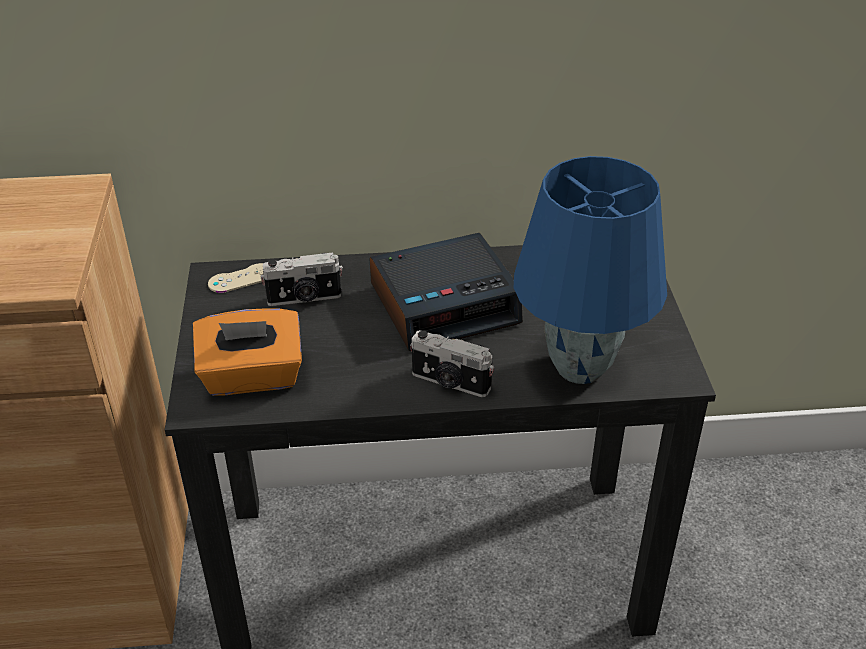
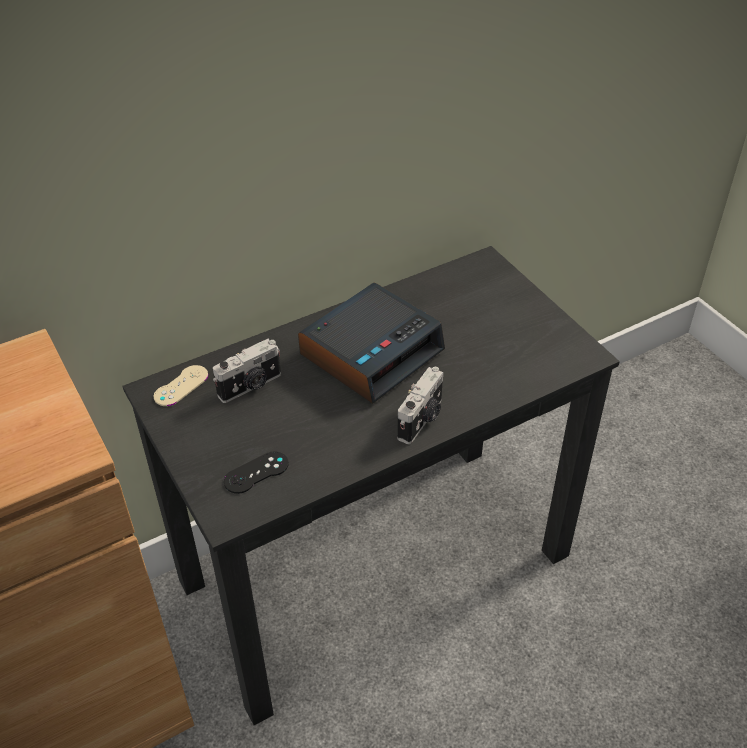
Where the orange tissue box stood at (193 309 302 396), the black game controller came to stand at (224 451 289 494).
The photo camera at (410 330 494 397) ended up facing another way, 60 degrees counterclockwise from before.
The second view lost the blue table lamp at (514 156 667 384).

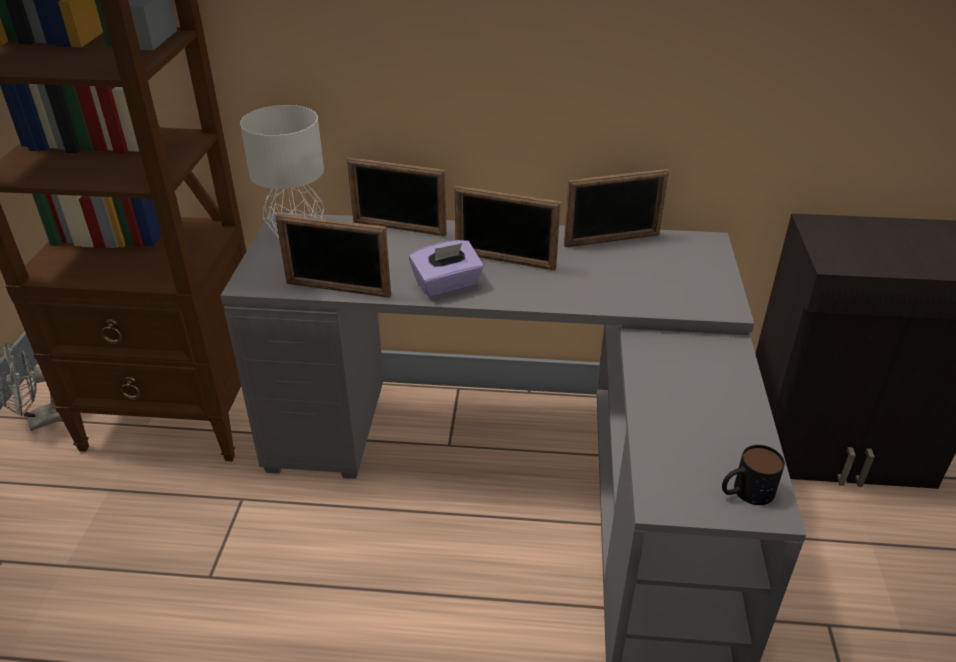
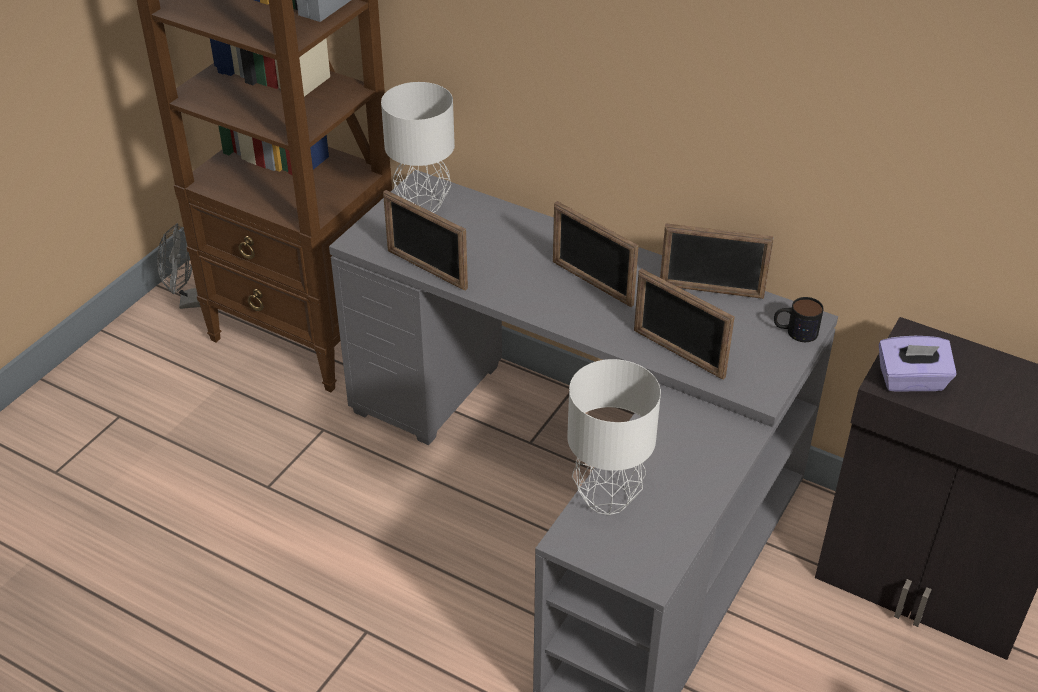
The second view gained the grey table lamp at (567 359 661 515).
The picture frame ended up elsewhere, having gone from (347 157 447 236) to (634 268 735 380).
The mug ended up elsewhere, having gone from (722 445 785 505) to (774 297 824 342).
The purple tissue box ended up elsewhere, having gone from (409 240 484 298) to (879 336 957 392).

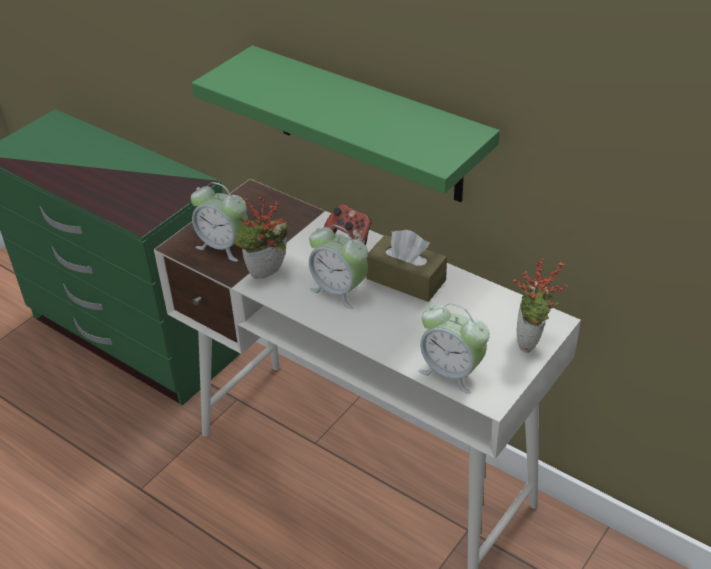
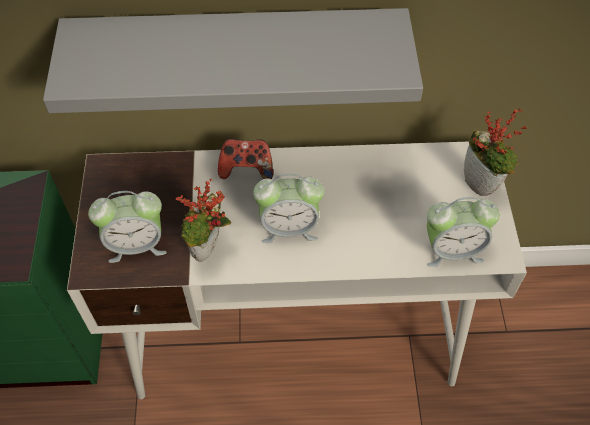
What was the green shelf at (192 45 500 202) turned into the grey shelf at (43 8 423 113).
The second view lost the brown tissue box at (366 230 447 302).

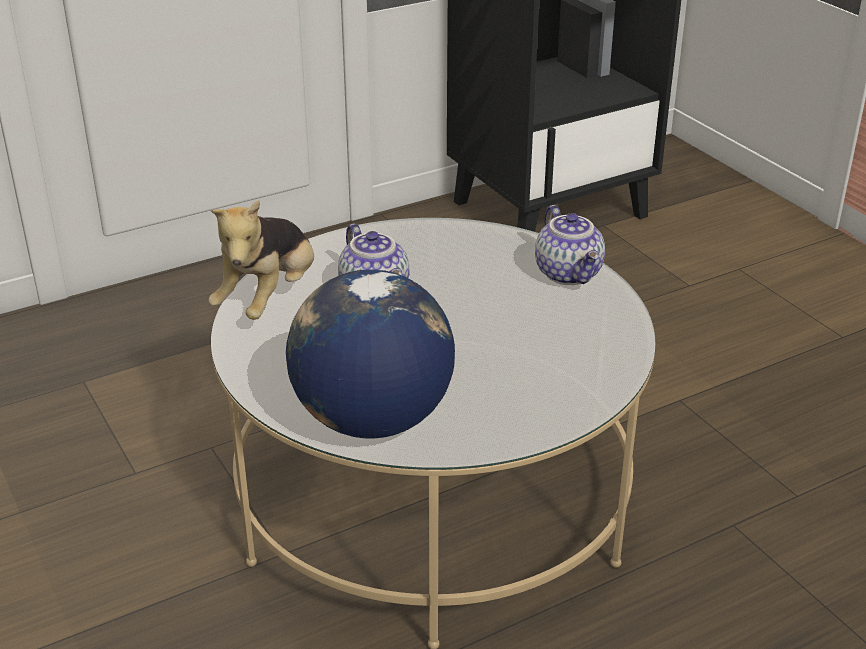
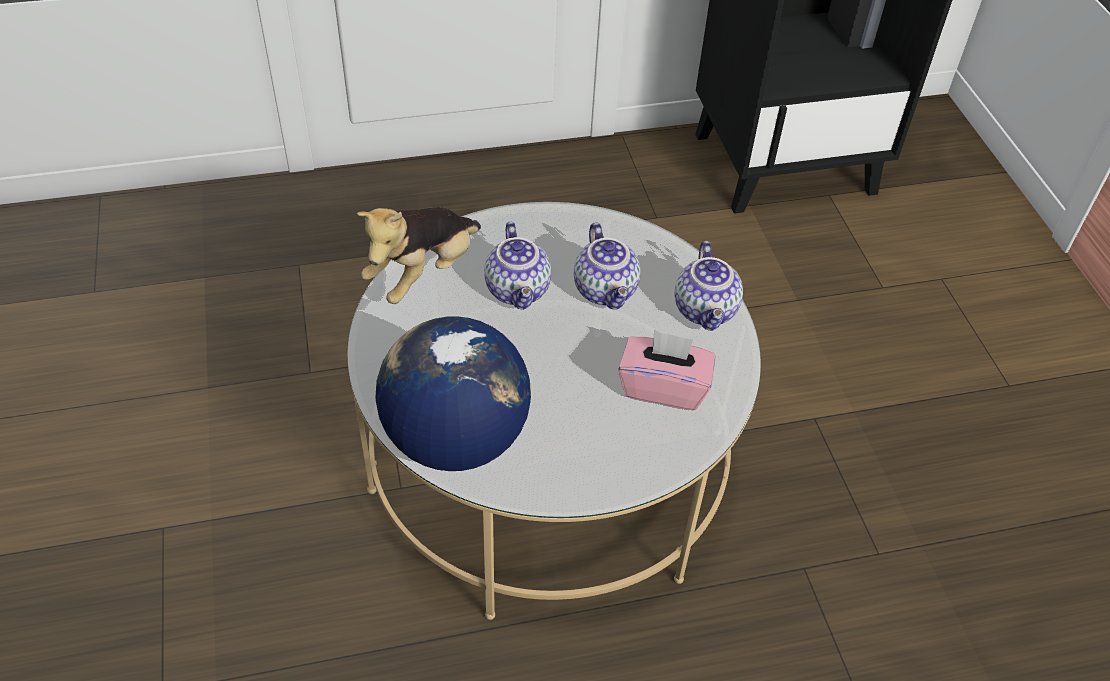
The second view gained the teapot at (574 223 641 310).
The second view gained the pink tissue box at (618 330 716 410).

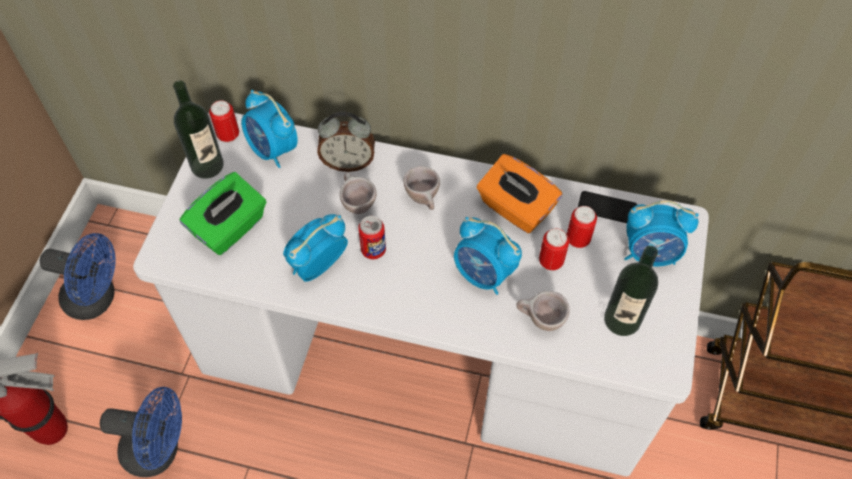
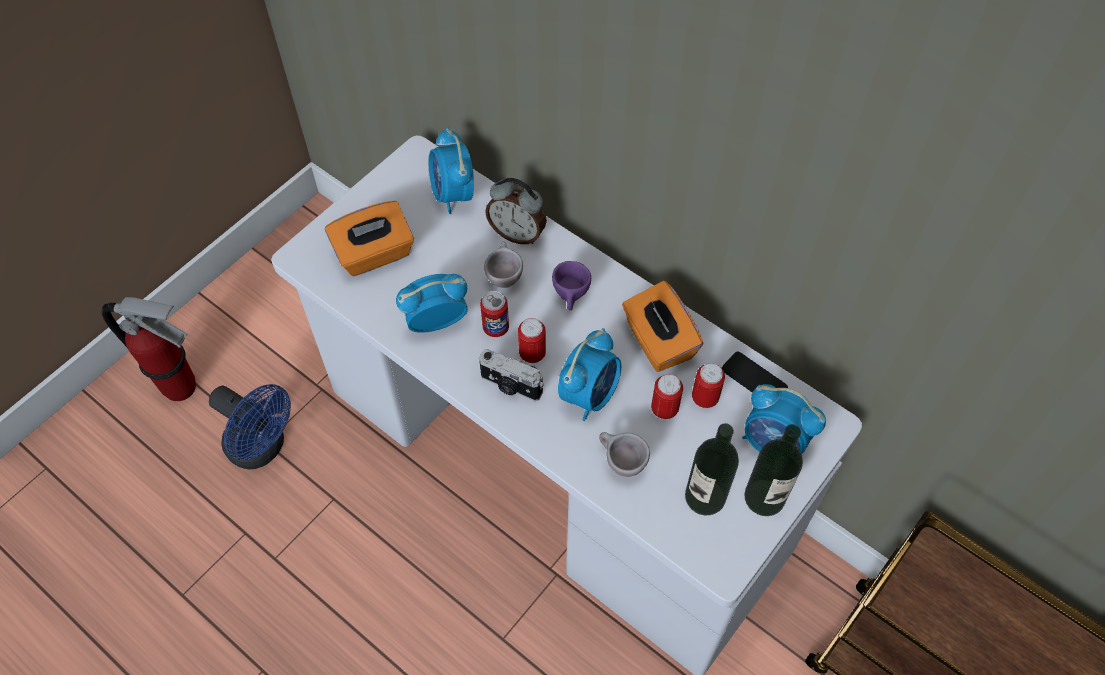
What was the green tissue box at (180 172 266 255) turned into the orange tissue box at (325 201 414 276).
The second view gained the photo camera at (479 349 544 401).
The can ended up elsewhere, having gone from (209 100 239 143) to (518 318 546 363).
What was the beige cup at (403 166 440 210) turned into the purple cup at (552 261 591 310).
The alarm clock at (454 217 522 295) ended up facing another way, 120 degrees counterclockwise from before.
The bottle ended up elsewhere, having gone from (173 80 224 179) to (744 424 803 516).
The second view lost the blue fan at (39 233 116 320).

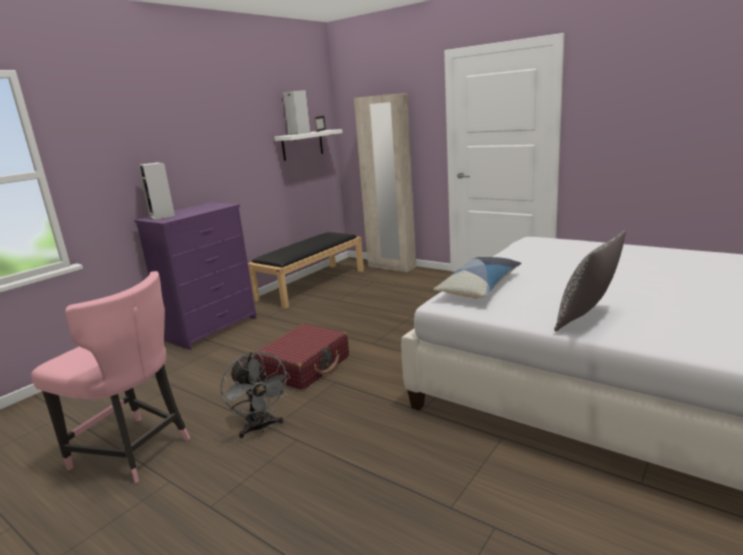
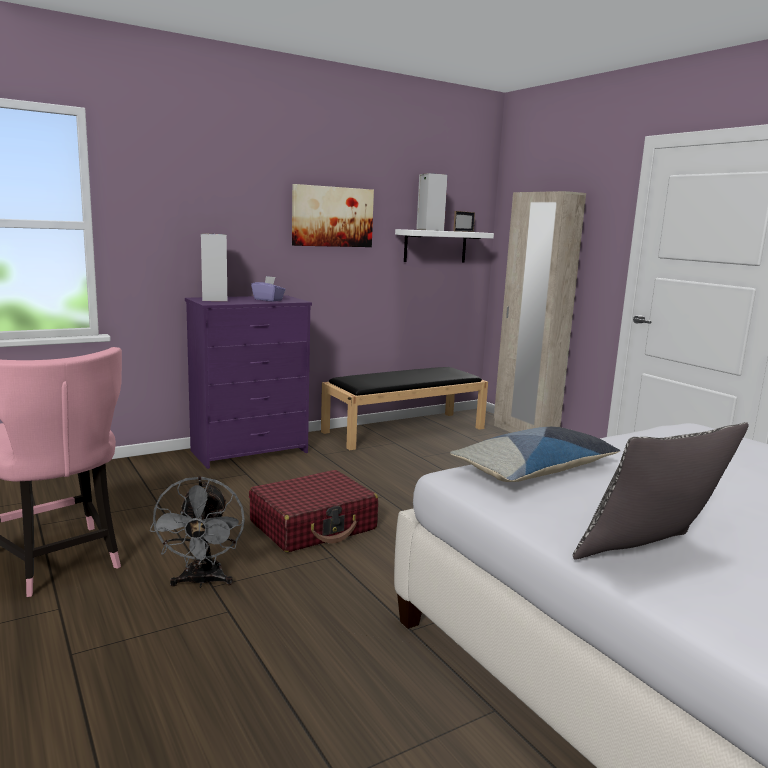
The second view gained the purple tissue box at (251 276 286 301).
The second view gained the picture at (292 184 374 247).

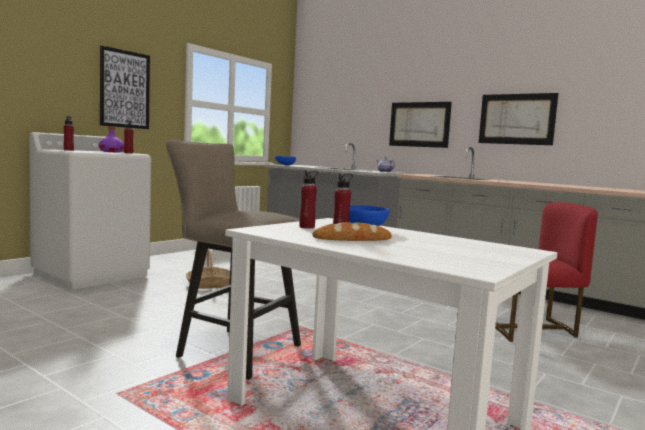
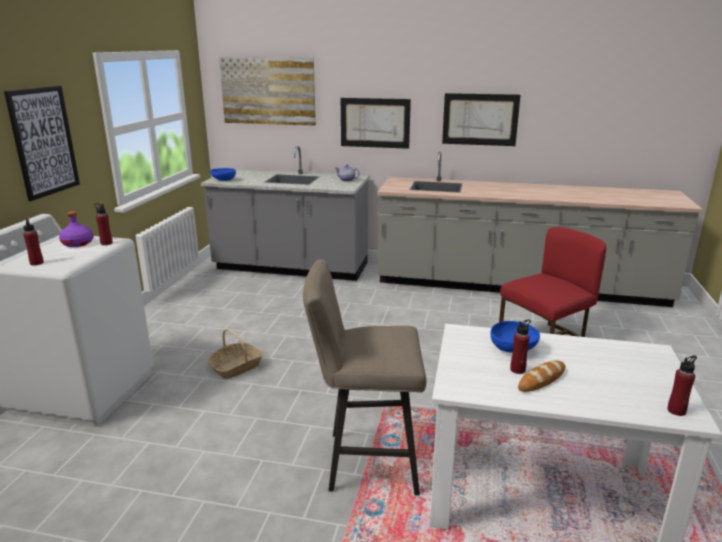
The second view gained the picture at (219 57 316 126).
The red bottle ended up elsewhere, having gone from (299 170 318 229) to (667 355 697 416).

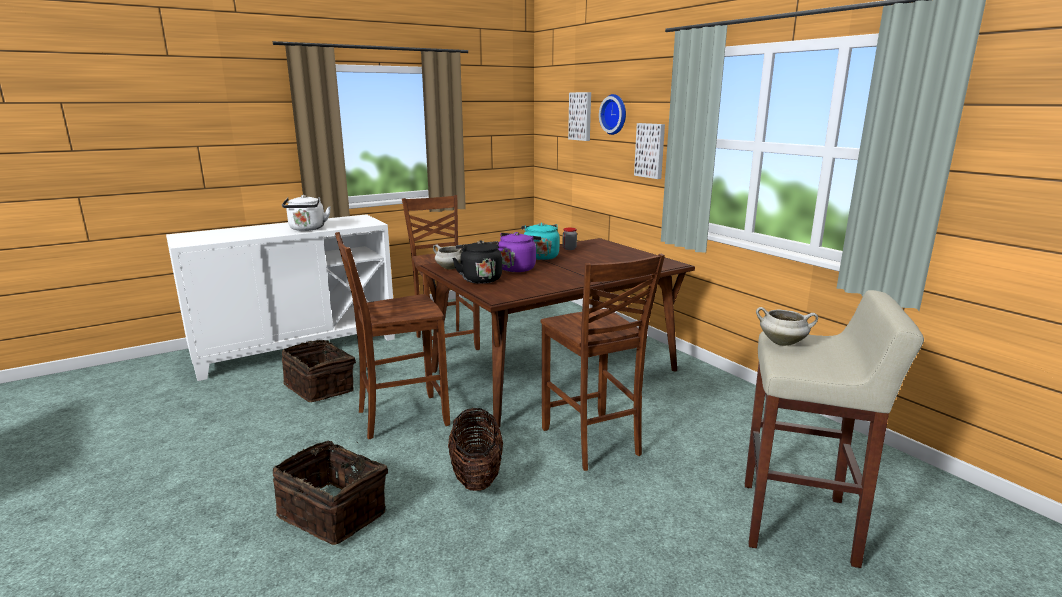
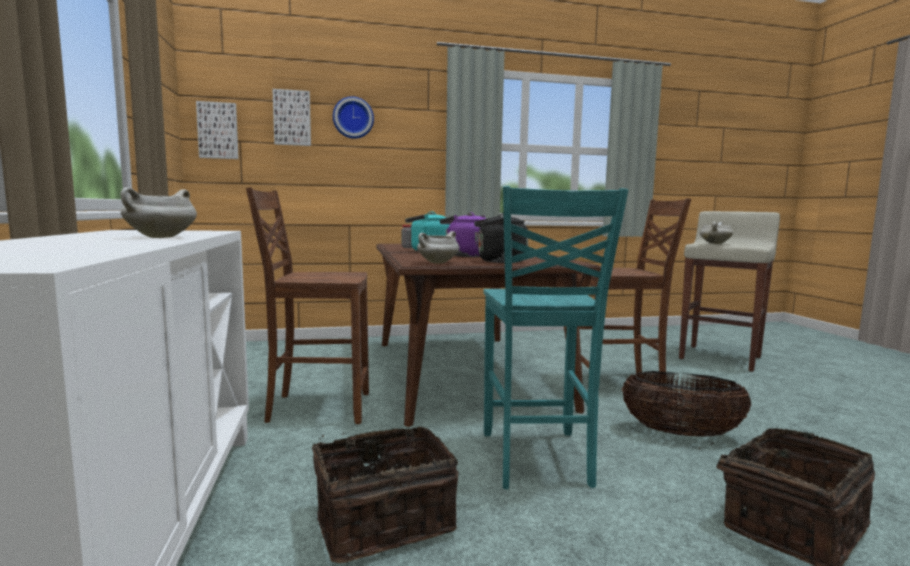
Where the white kettle stood at (282 195 331 231), the white cooking pot came to stand at (120 187 197 238).
The picture ended up elsewhere, having gone from (634 123 665 179) to (196 101 239 159).
What was the brown chair at (335 232 450 439) turned into the turquoise chair at (483 186 628 489).

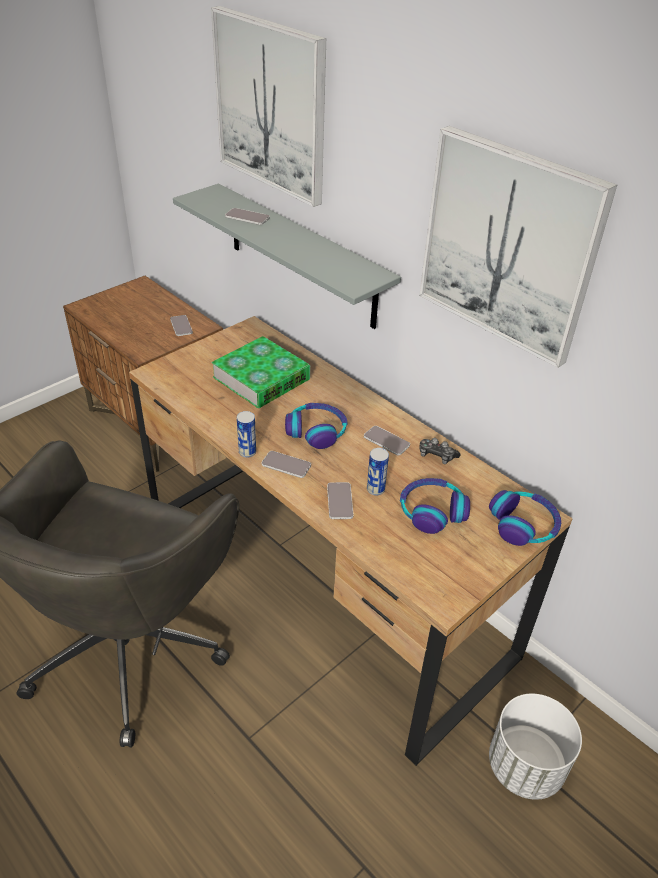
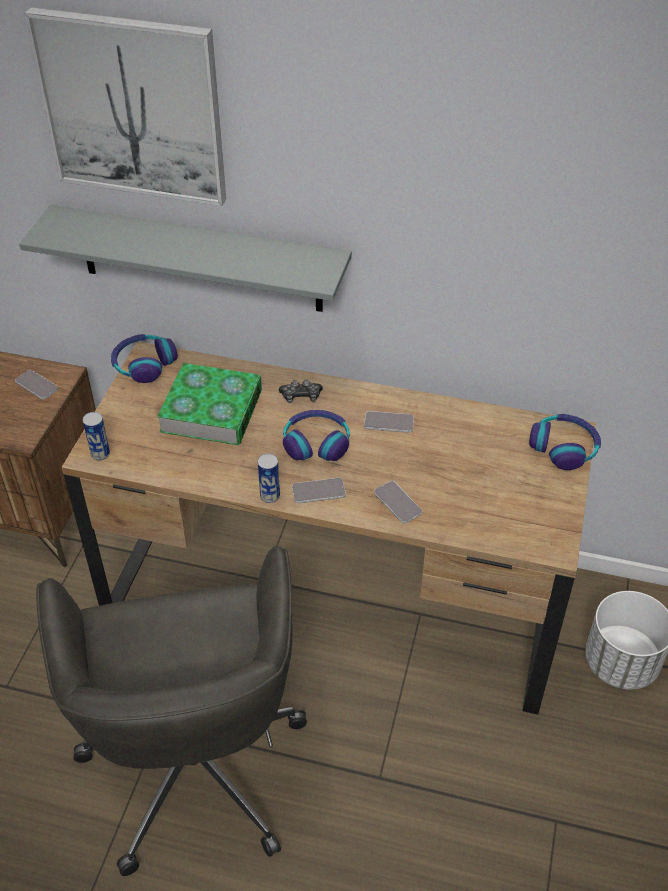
The can ended up elsewhere, having gone from (367 448 389 495) to (83 412 110 460).
The headphones ended up elsewhere, having gone from (400 478 470 534) to (111 334 178 383).
The game controller ended up elsewhere, having gone from (419 438 460 464) to (279 379 323 403).
The second view lost the phone at (225 208 270 225).
The second view lost the picture at (419 126 617 368).

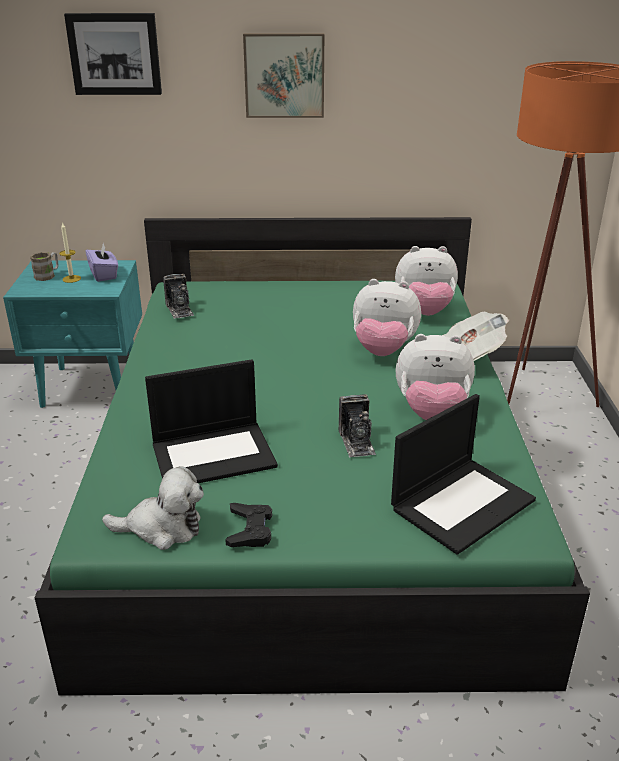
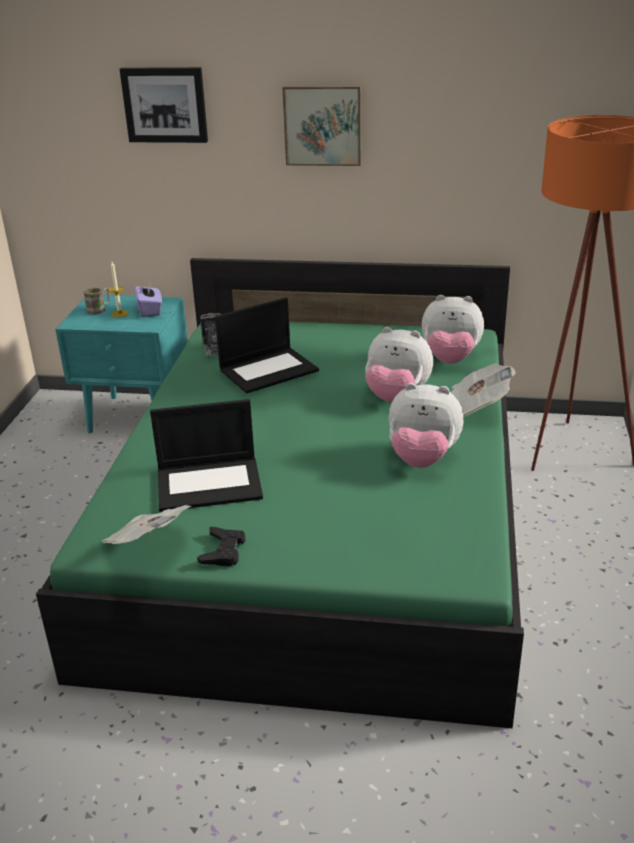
Where the plush toy stood at (102 466 204 550), the newspaper came to stand at (102 505 191 544).
The laptop ended up elsewhere, having gone from (391 394 536 555) to (215 297 319 393).
The second view lost the photo camera at (339 394 376 458).

